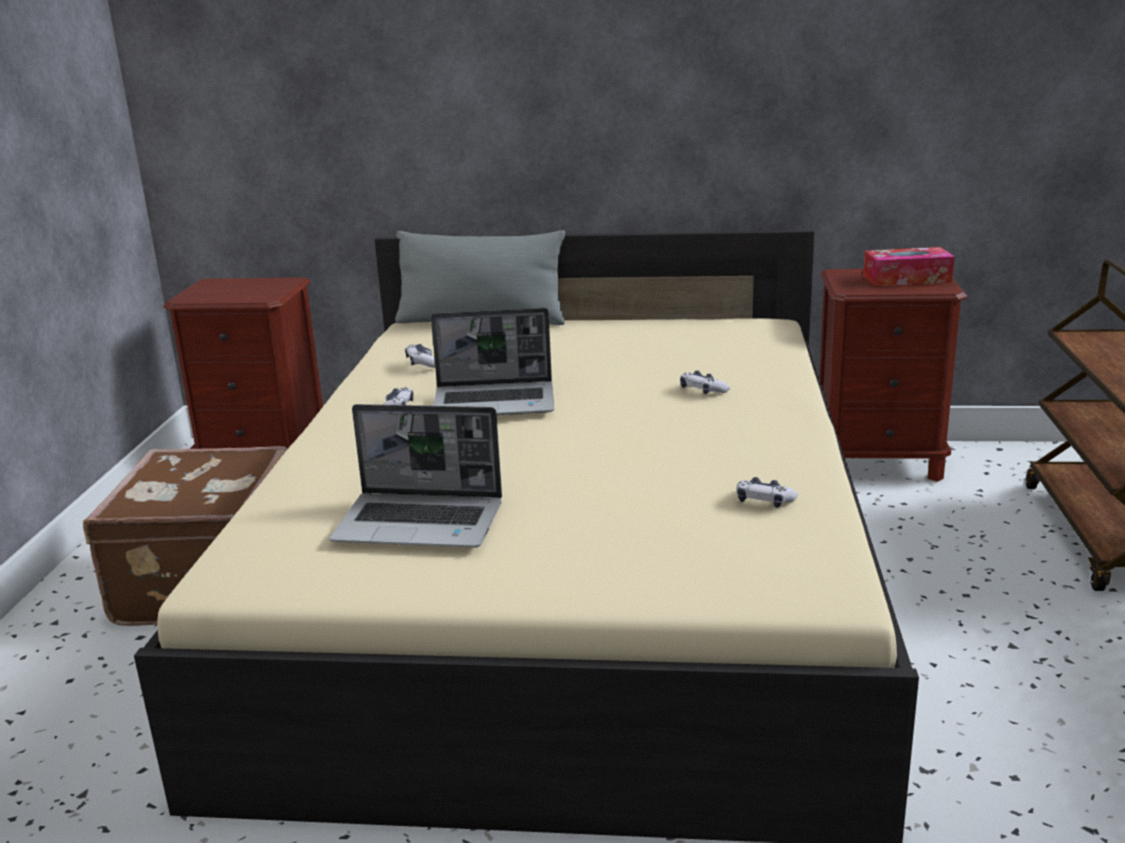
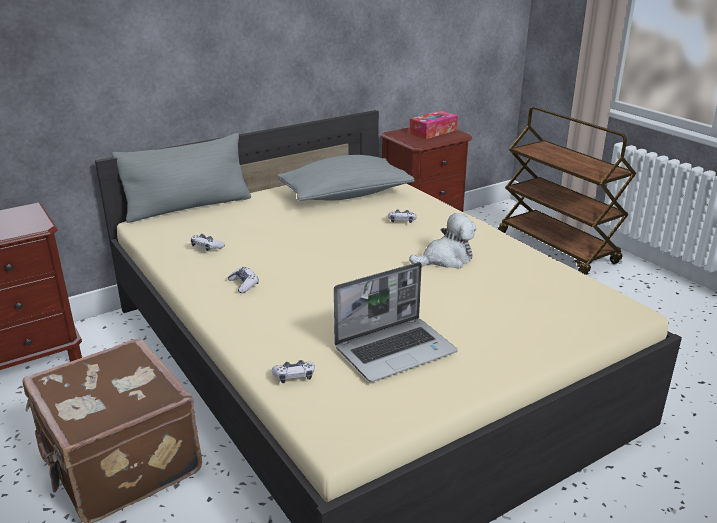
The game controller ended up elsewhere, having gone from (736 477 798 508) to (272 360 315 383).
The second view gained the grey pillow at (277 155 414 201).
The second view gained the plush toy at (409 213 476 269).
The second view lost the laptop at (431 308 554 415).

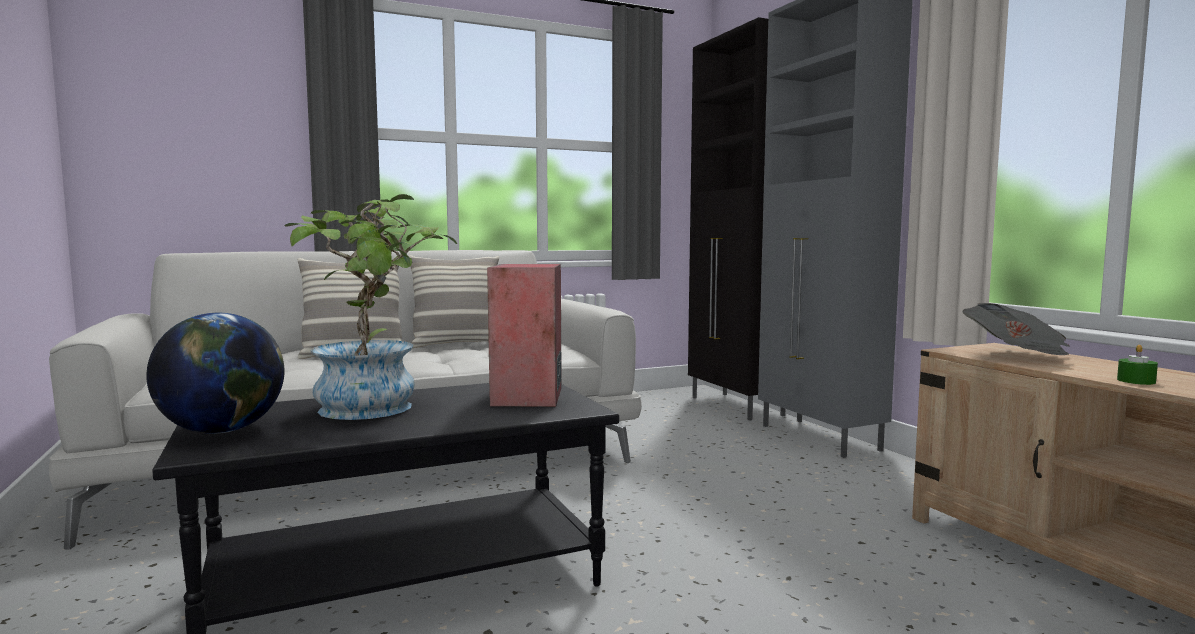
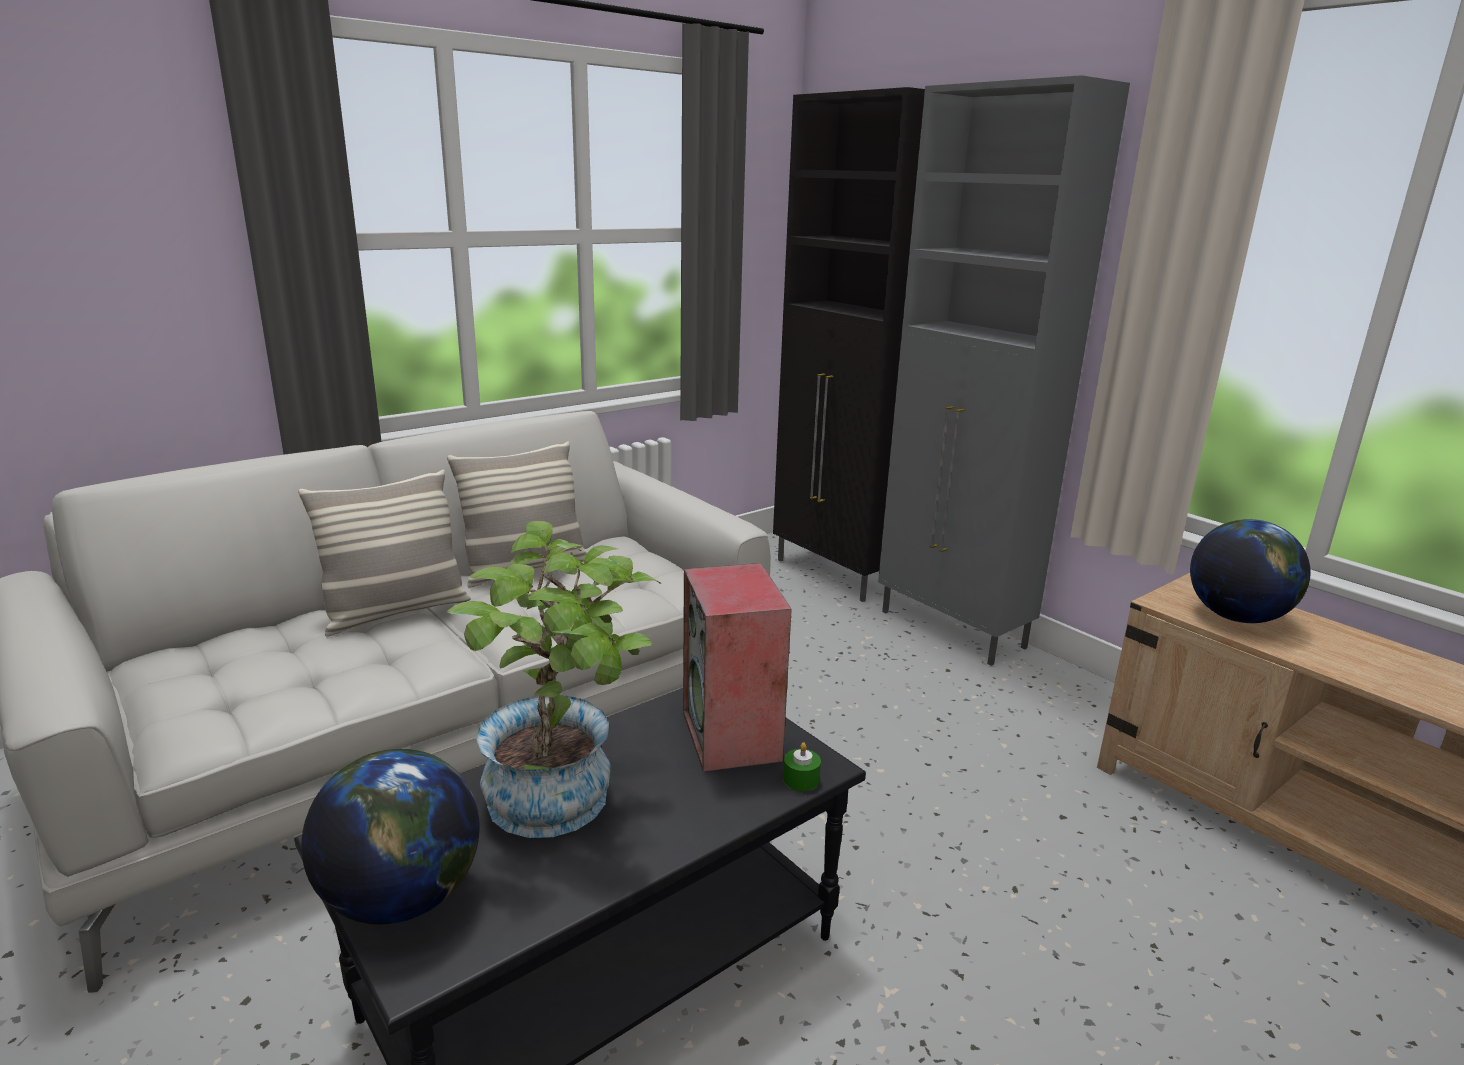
The green candle ended up elsewhere, having gone from (1117 345 1158 385) to (783 742 821 791).
Where the newspaper stood at (963 303 1070 355), the globe came to stand at (1190 519 1311 623).

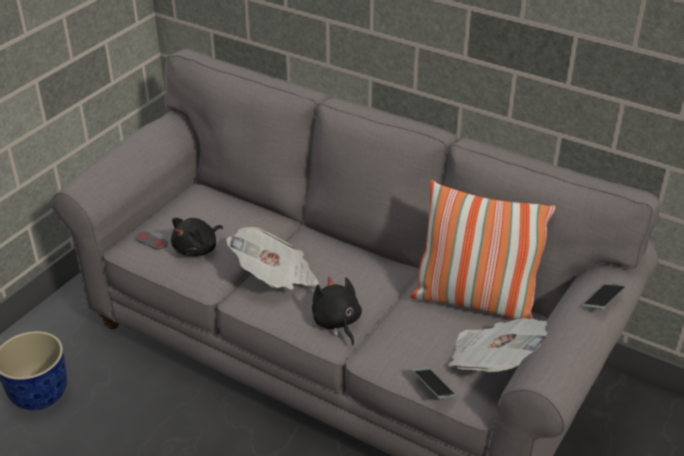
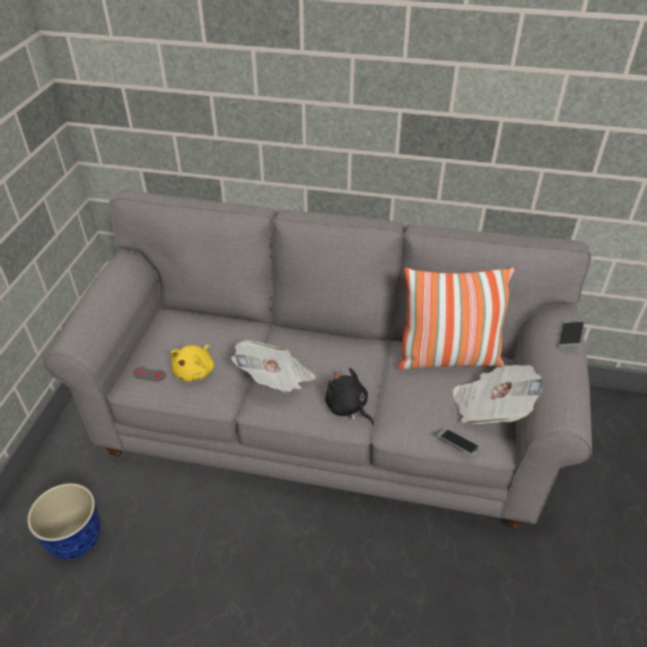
What was the black plush toy at (171 218 223 256) turned into the yellow plush toy at (170 344 214 382).

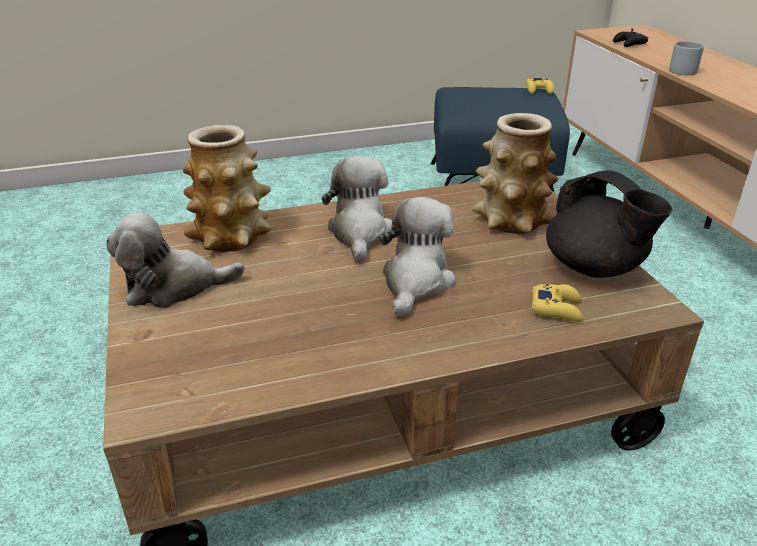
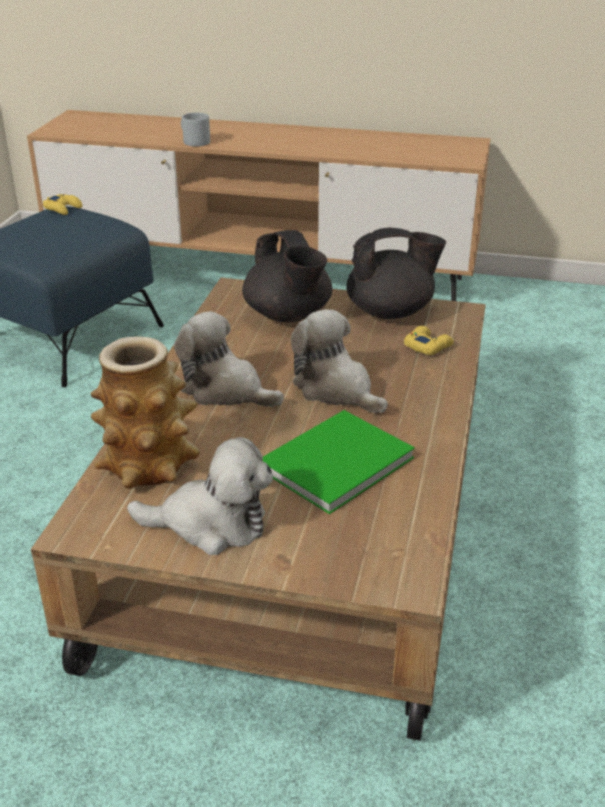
The plush toy at (106 212 245 308) ended up facing another way, 105 degrees counterclockwise from before.
Where the vase stood at (472 113 558 234), the black teapot came to stand at (242 230 332 322).
The second view gained the green book at (263 410 415 514).
The second view lost the black game controller at (613 29 648 47).

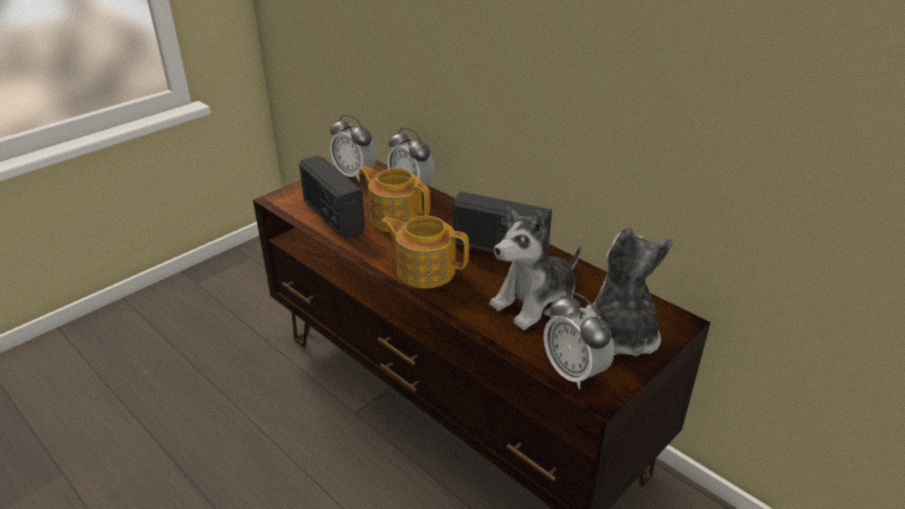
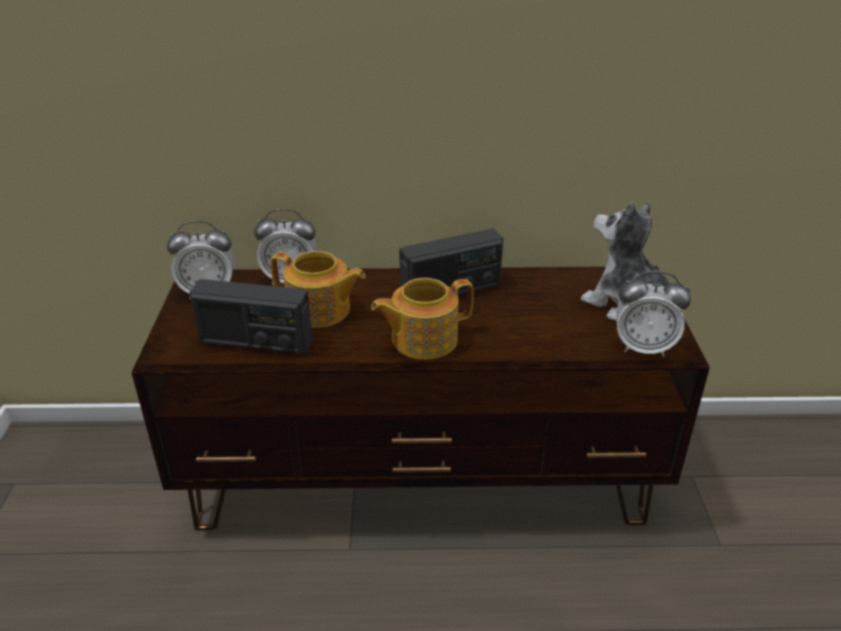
The teapot at (359 166 430 232) ended up facing another way, 150 degrees counterclockwise from before.
The second view lost the plush toy at (489 207 581 330).

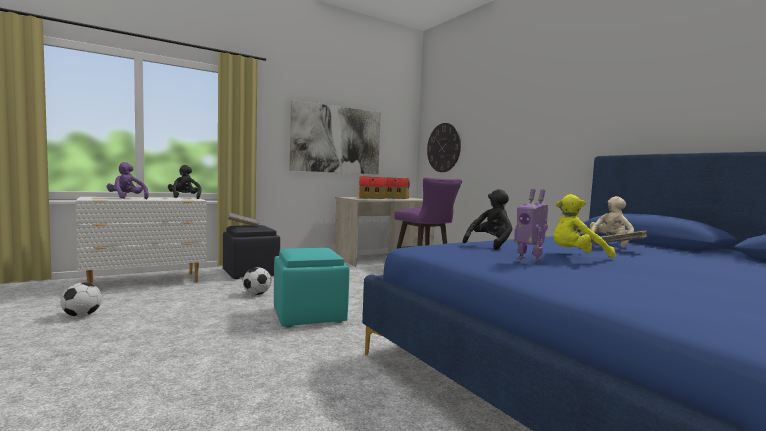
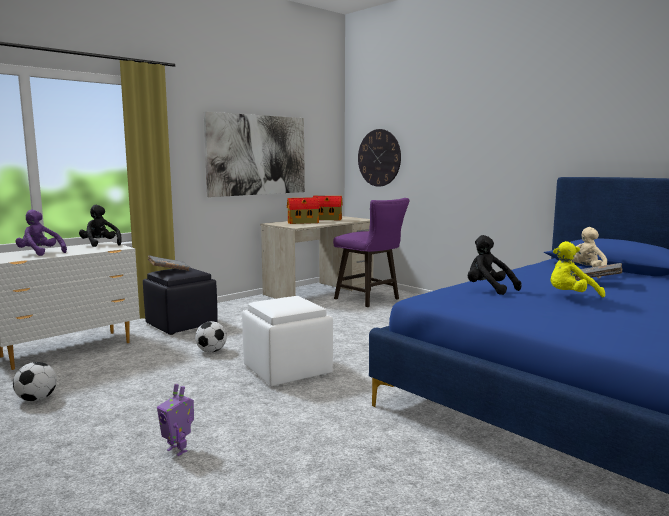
The toy robot ended up elsewhere, having gone from (514 189 548 263) to (157 384 194 456).
What was the turquoise ottoman at (274 248 349 327) turned into the white ottoman at (242 296 333 387).
The black plush toy at (463 189 512 250) ended up facing another way, 75 degrees counterclockwise from before.

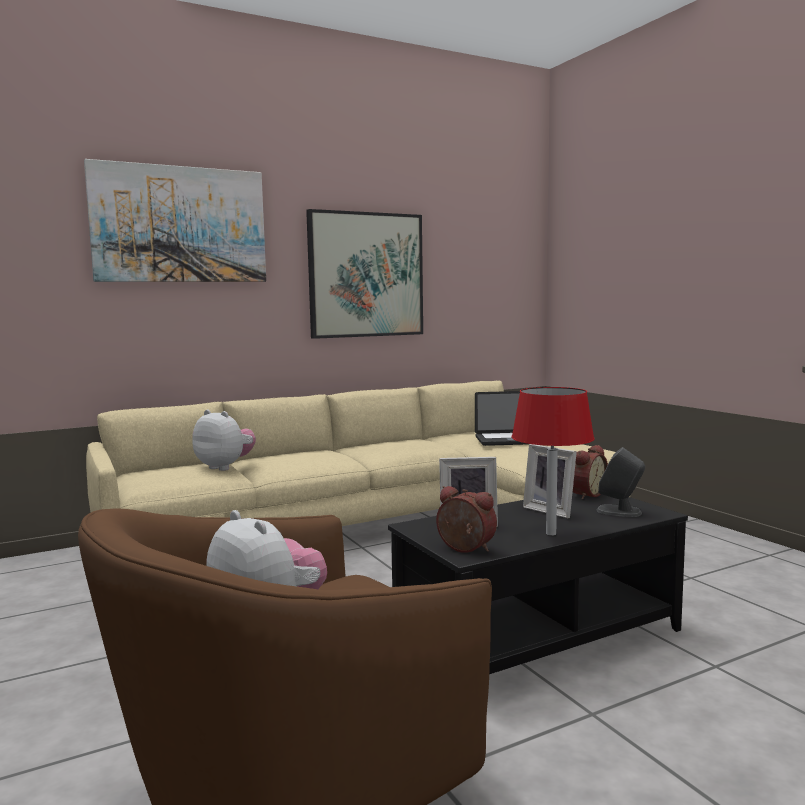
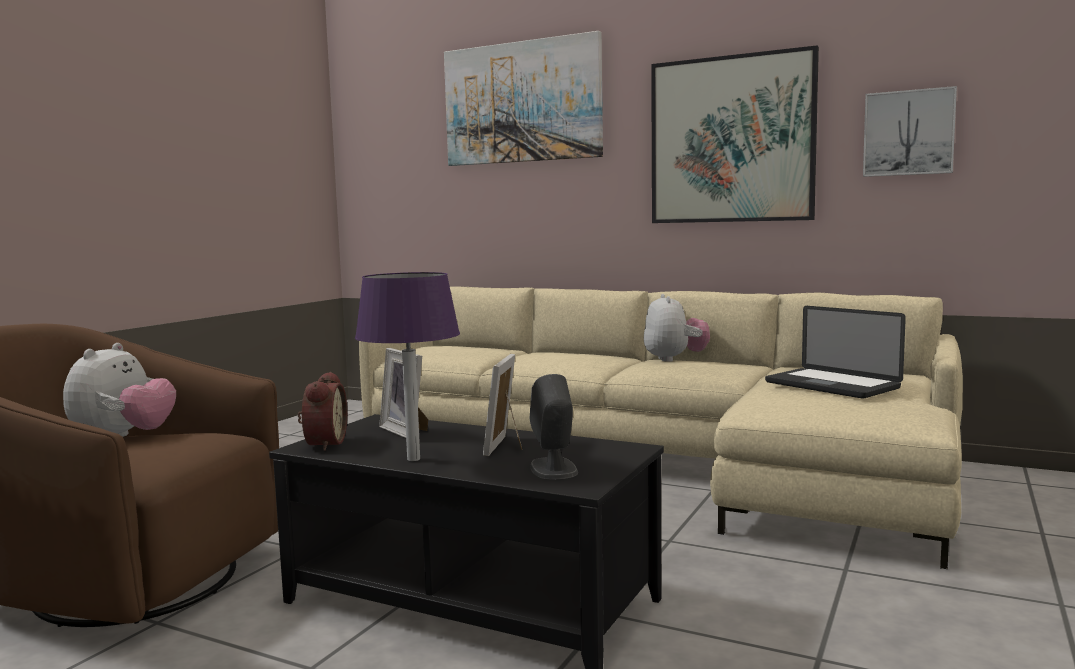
What was the red table lamp at (511 387 595 536) turned into the purple table lamp at (355 272 460 461).
The plush toy ended up elsewhere, having gone from (192 409 256 471) to (644 294 710 361).
The second view gained the picture at (863 86 957 177).
The second view lost the alarm clock at (573 445 608 500).

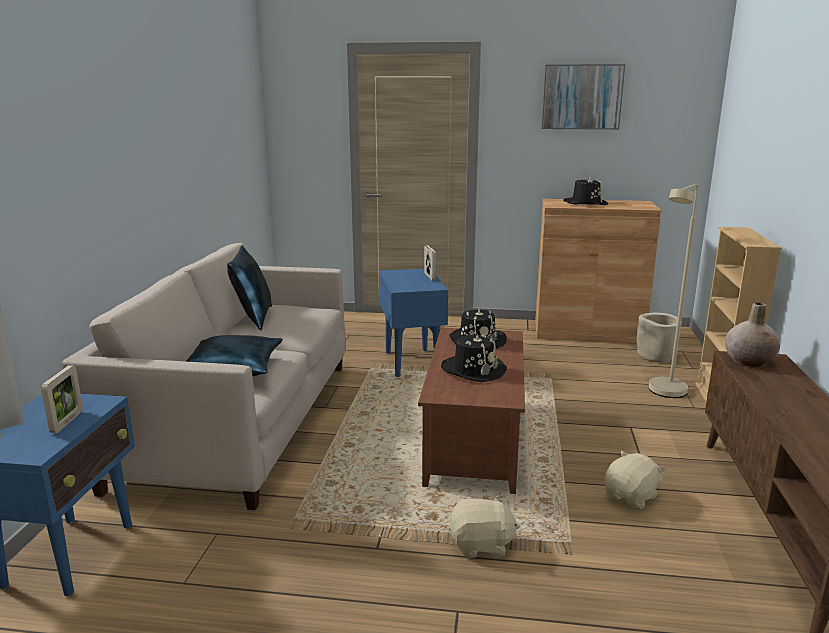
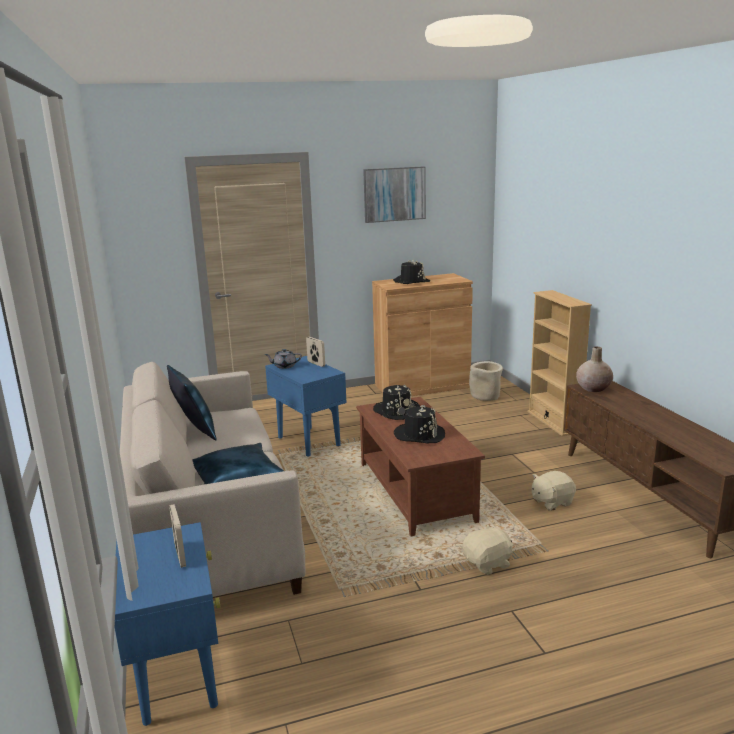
The second view gained the grey teapot at (265 349 302 369).
The beige plush toy at (604 451 666 509) ended up facing another way, 135 degrees counterclockwise from before.
The second view lost the beige floor lamp at (648 184 698 398).

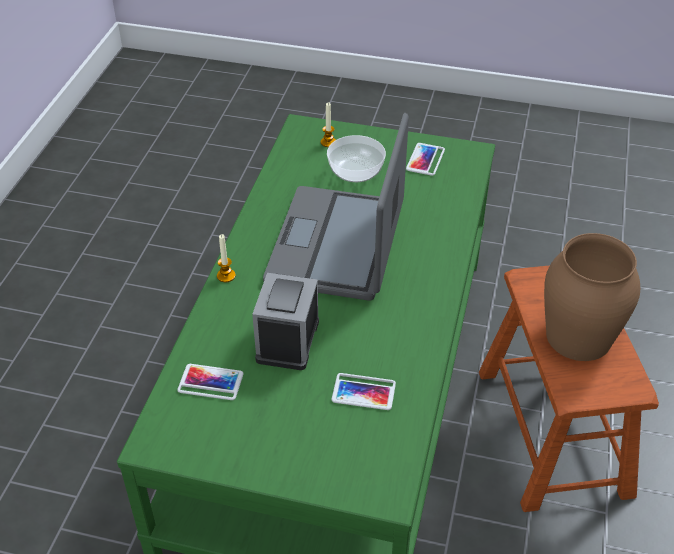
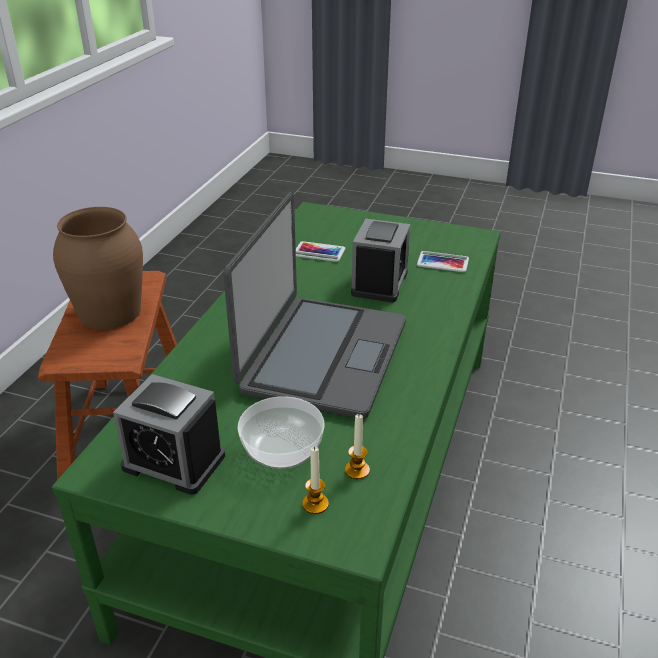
Where the phone stood at (406 143 445 176), the alarm clock came to stand at (113 374 225 495).
The candle ended up elsewhere, having gone from (217 234 236 282) to (345 414 370 479).

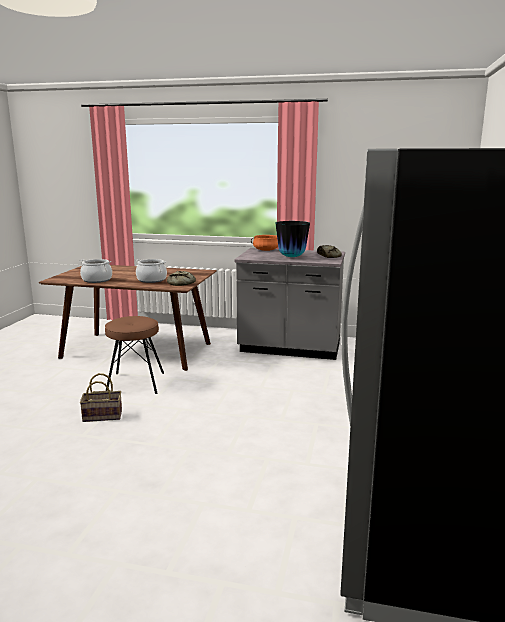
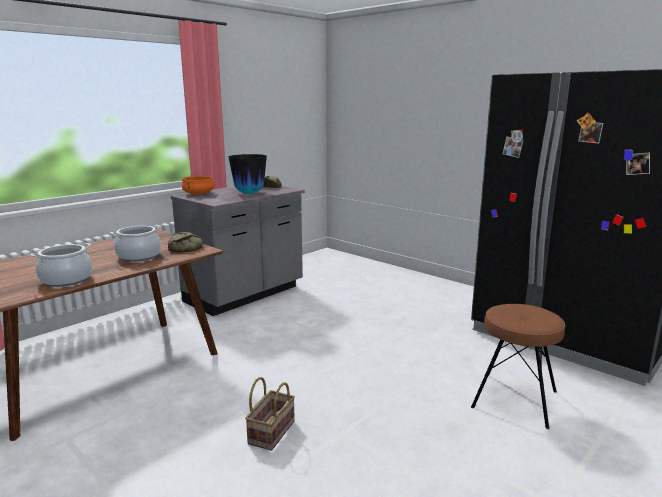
The brown stool ended up elsewhere, having gone from (105 316 164 394) to (471 304 565 429).

